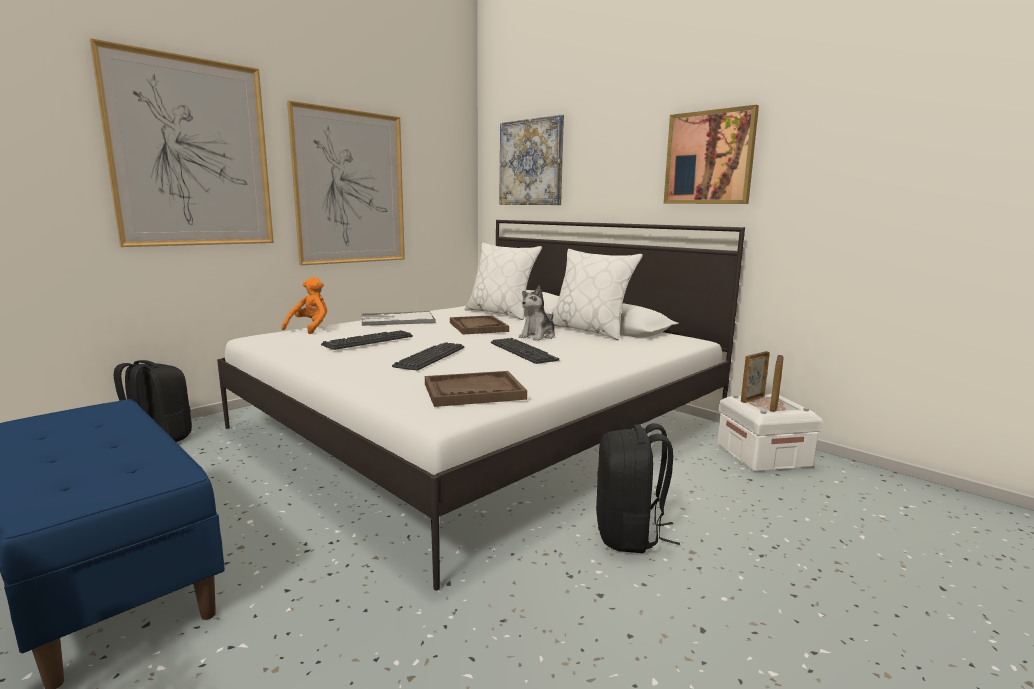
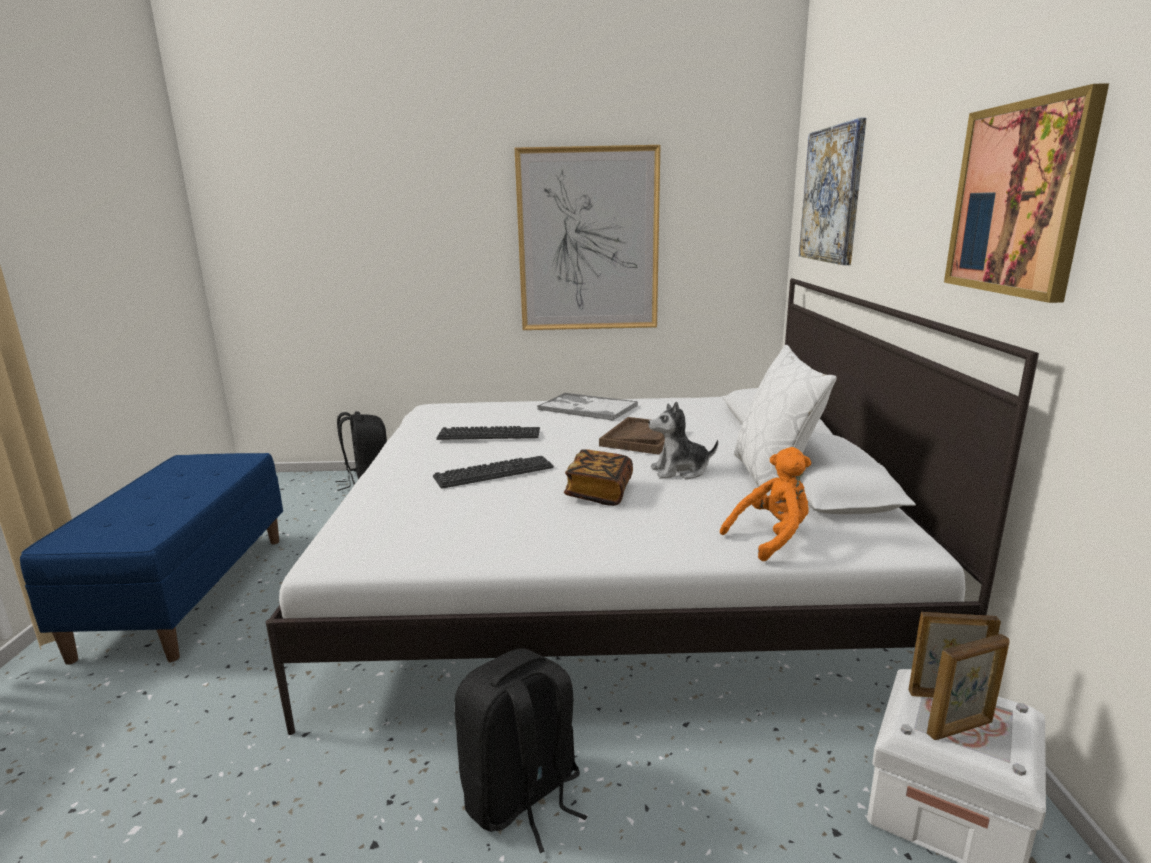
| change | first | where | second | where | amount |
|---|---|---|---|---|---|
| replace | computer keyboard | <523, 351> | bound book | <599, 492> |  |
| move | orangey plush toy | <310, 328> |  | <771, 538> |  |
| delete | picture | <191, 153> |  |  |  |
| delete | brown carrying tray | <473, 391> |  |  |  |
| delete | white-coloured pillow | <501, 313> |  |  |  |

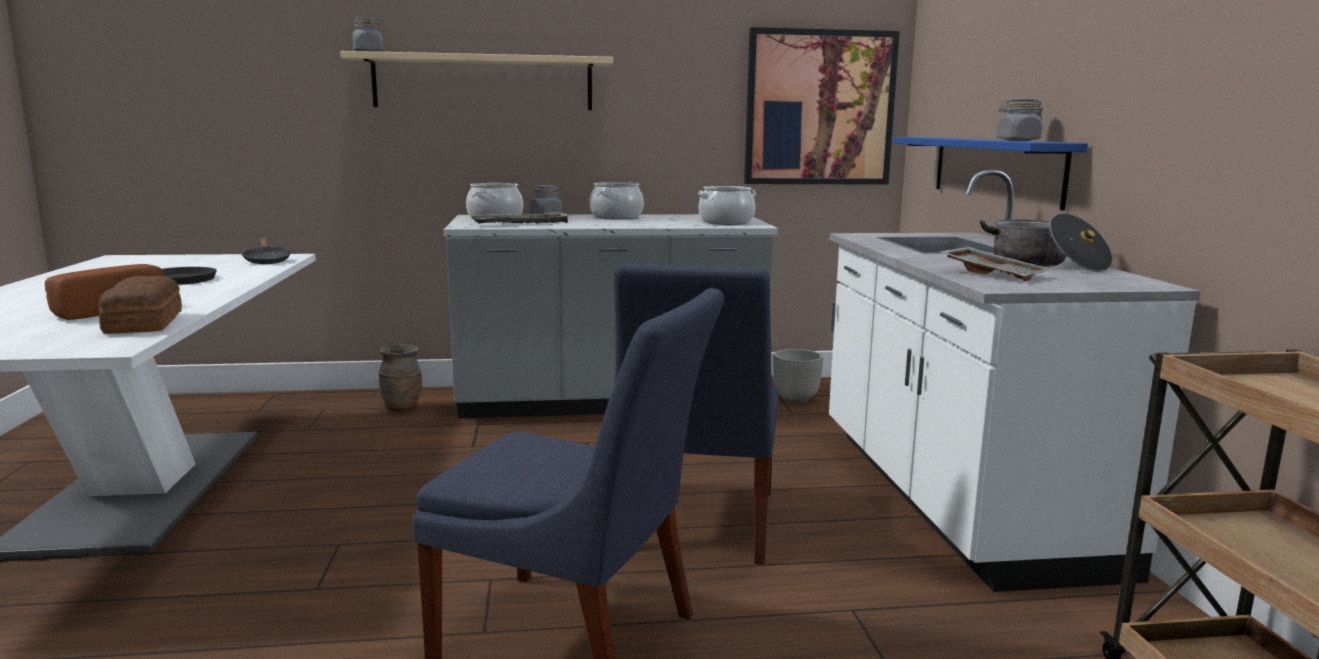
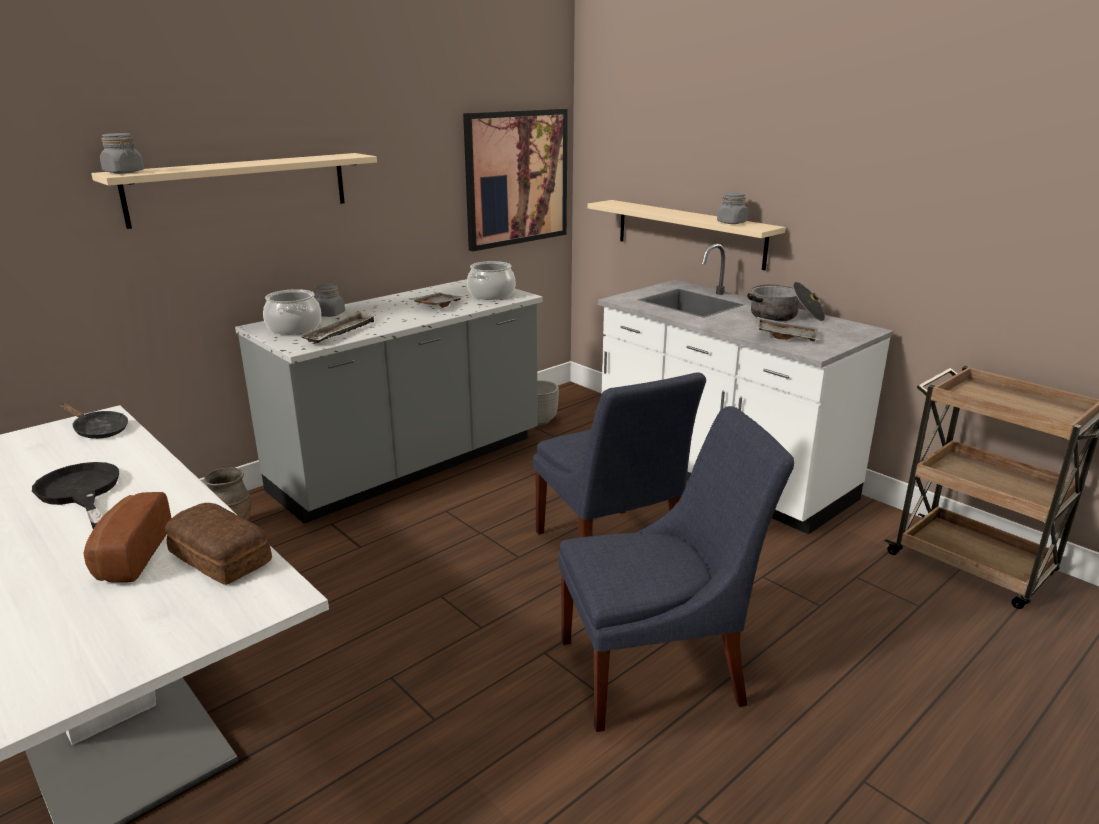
| change | first | where | second | where | amount |
|---|---|---|---|---|---|
| insert |  |  | greyish carrying tray | <437, 305> |  |
| recolor | blue shelf | <995, 169> | beige shelf | <689, 233> |  |
| delete | saucepot | <616, 217> |  |  |  |

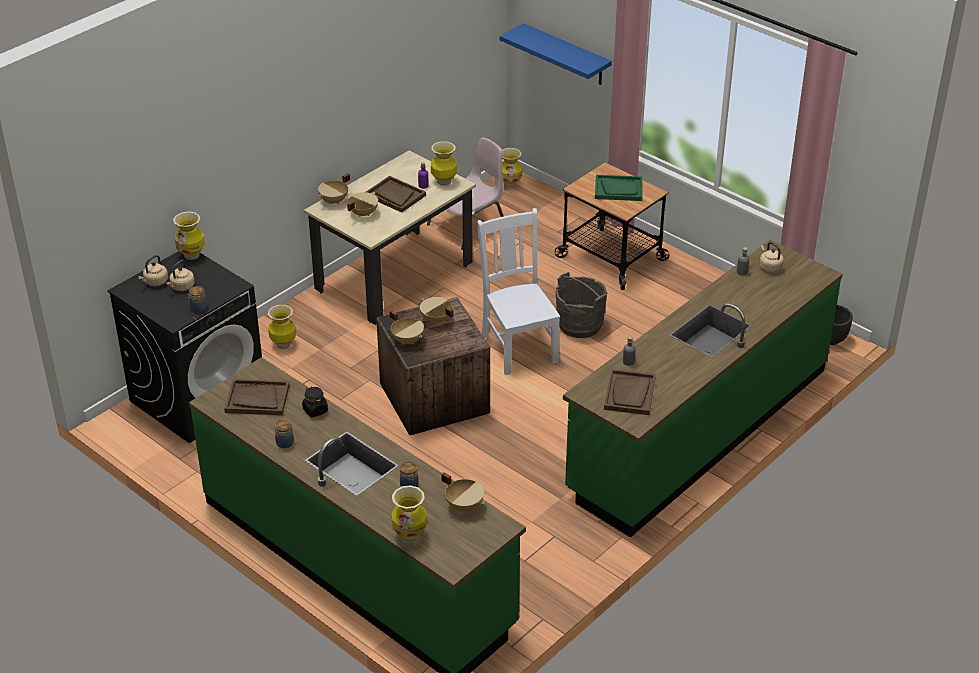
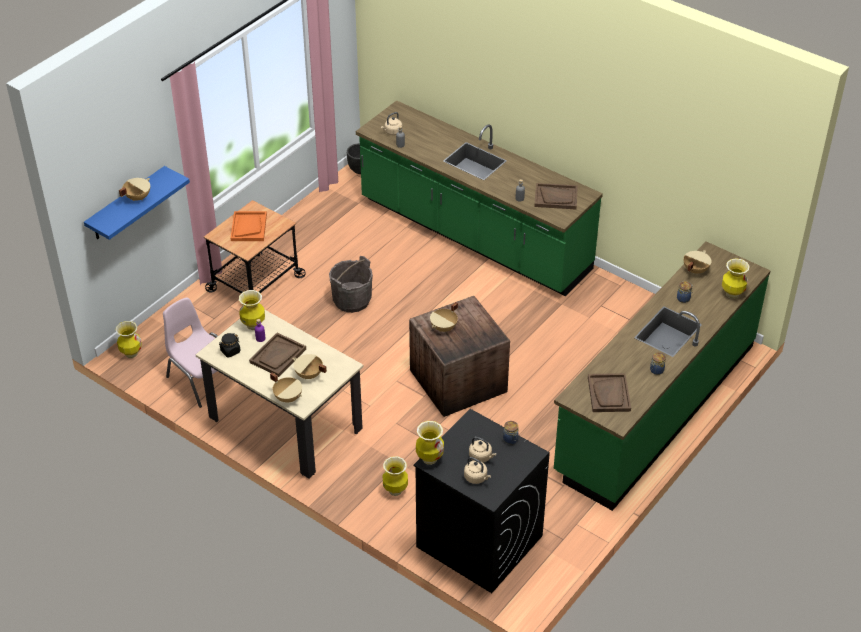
| change | first | where | second | where | amount |
|---|---|---|---|---|---|
| move | beige saucepot | <408, 340> |  | <137, 197> |  |
| move | blackish storage jar | <315, 410> |  | <230, 351> |  |
| recolor | greenish carrying tray | <618, 189> | orangey carrying tray | <248, 227> |  |
| delete | white-coloured plain chair | <518, 346> |  |  |  |

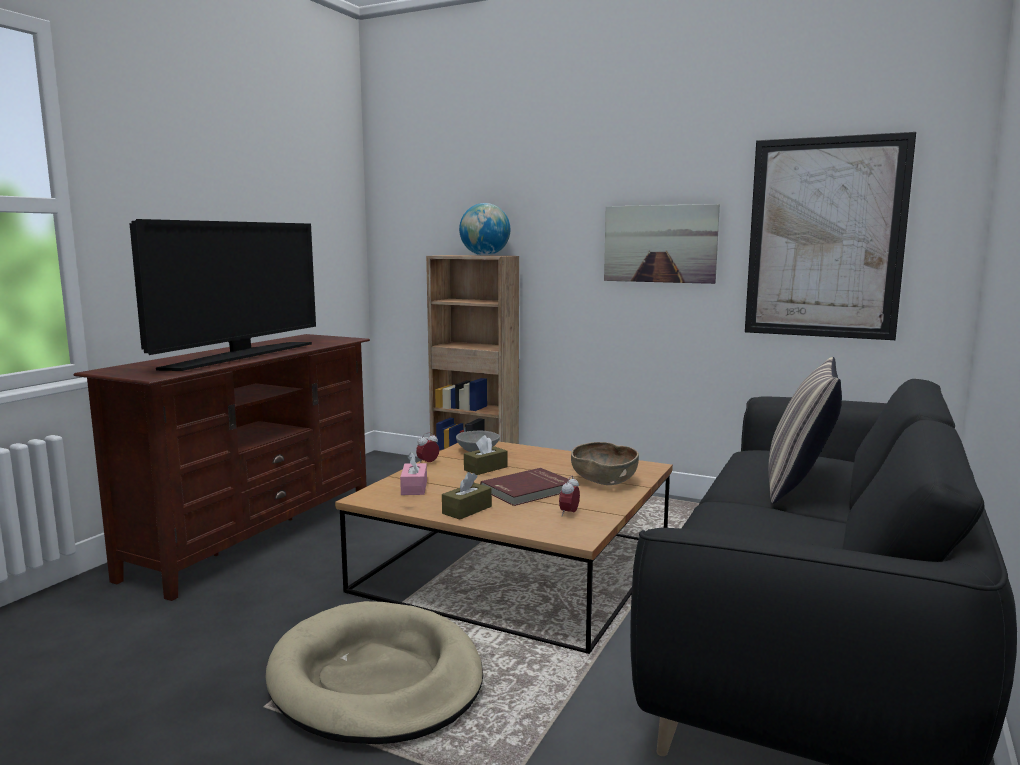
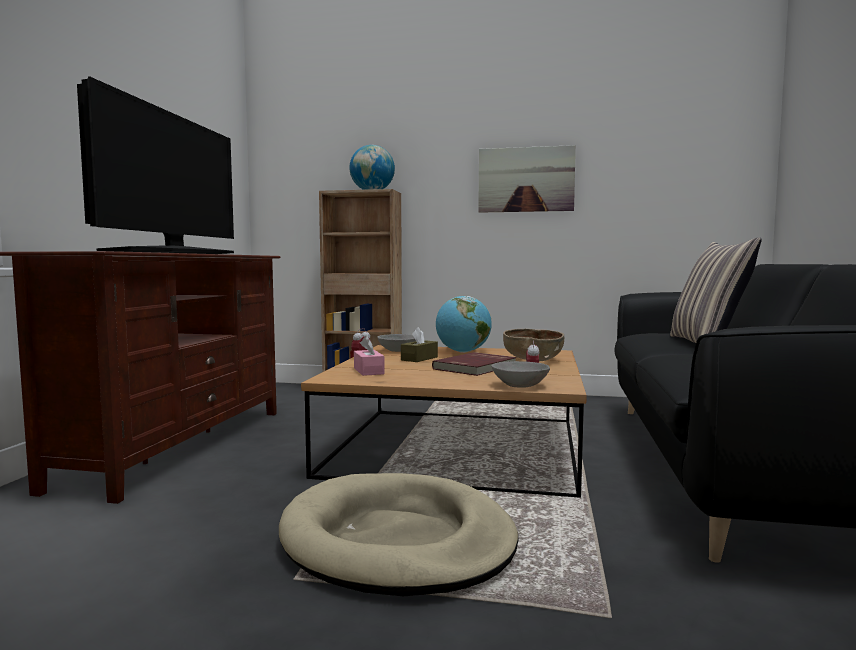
| change | first | where | second | where | amount |
|---|---|---|---|---|---|
| insert |  |  | world globe | <463, 352> |  |
| insert |  |  | greyish bowl | <519, 385> |  |
| delete | brown tissue holder | <467, 510> |  |  |  |
| delete | picture | <824, 238> |  |  |  |

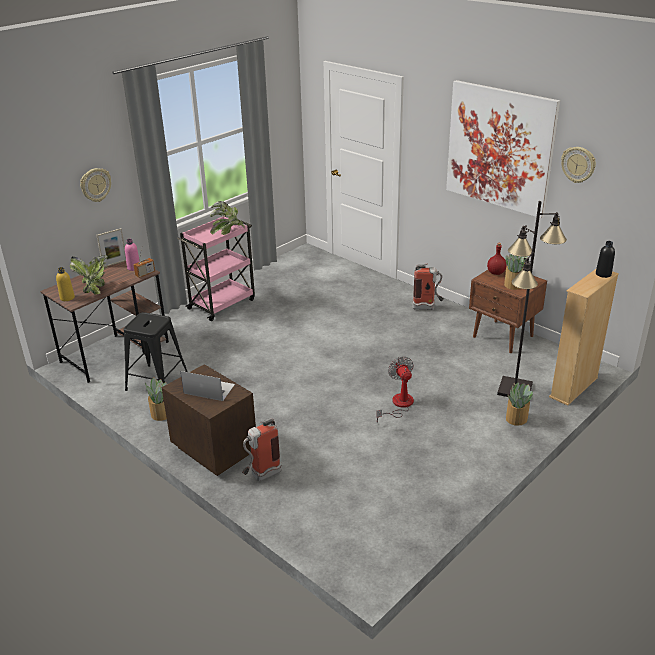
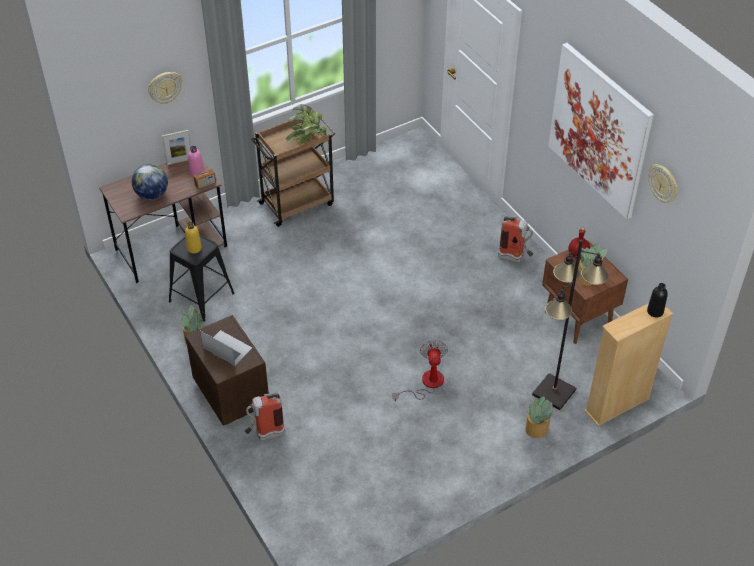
| change | first | where | second | where | amount |
|---|---|---|---|---|---|
| replace | houseplant | <95, 288> | world globe | <152, 195> |  |
| move | yellow-coloured drink bottle | <67, 298> |  | <194, 248> |  |
| recolor | pinkish cart | <222, 303> | brown cart | <297, 203> |  |

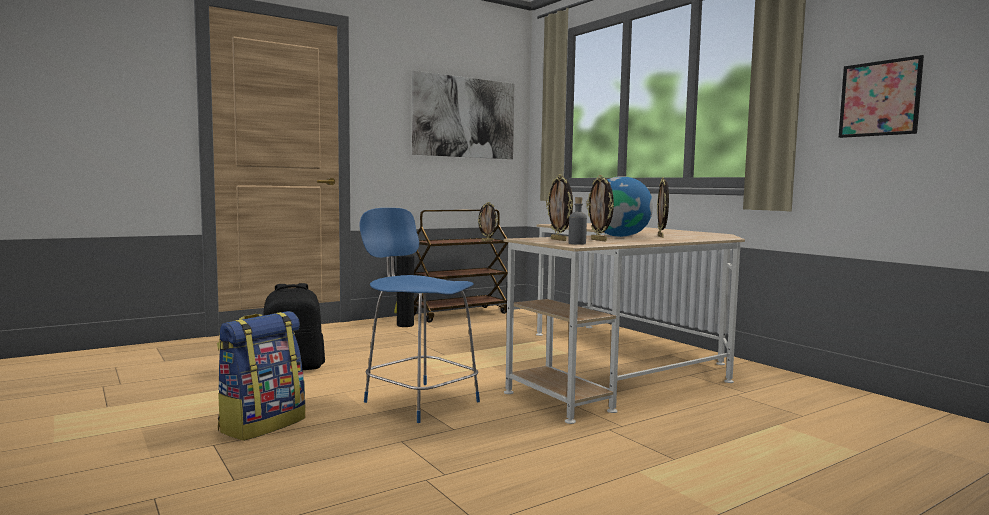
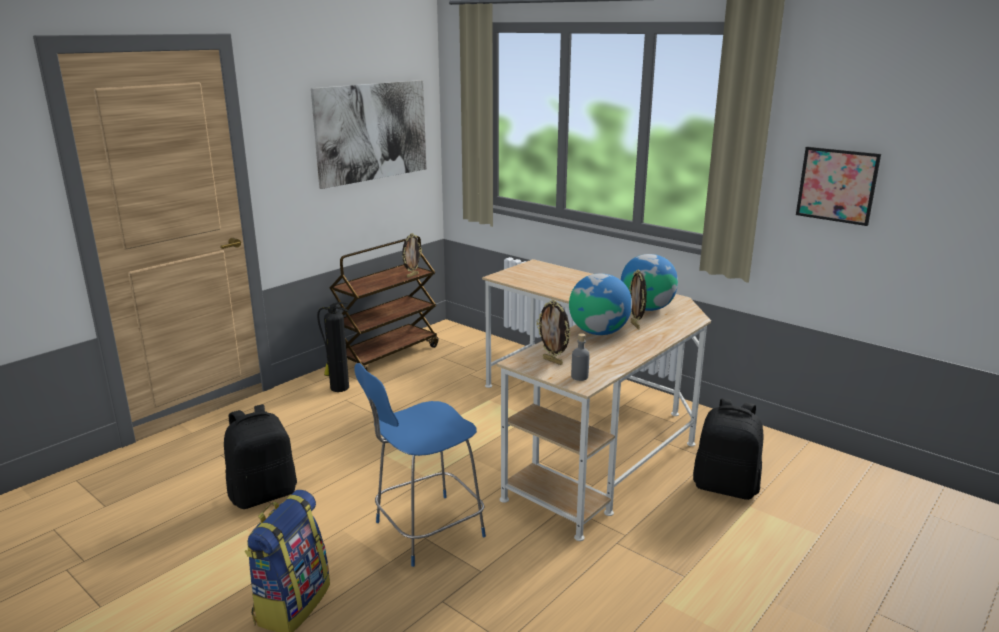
| change | first | where | second | where | amount |
|---|---|---|---|---|---|
| rotate | blue plain chair | <419, 401> |  | <426, 530> | 60 degrees counterclockwise |
| insert |  |  | world globe | <646, 308> |  |
| insert |  |  | blackish backpack | <726, 487> |  |
| delete | standing frame | <599, 240> |  |  |  |

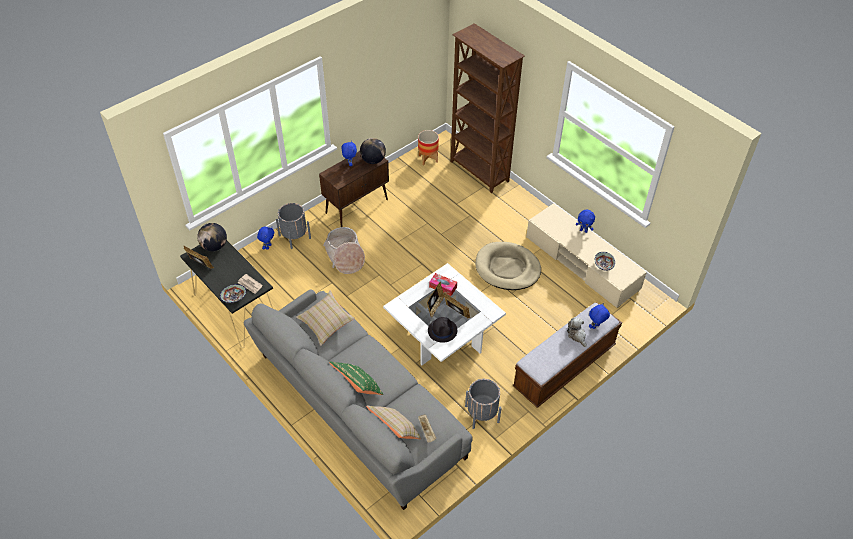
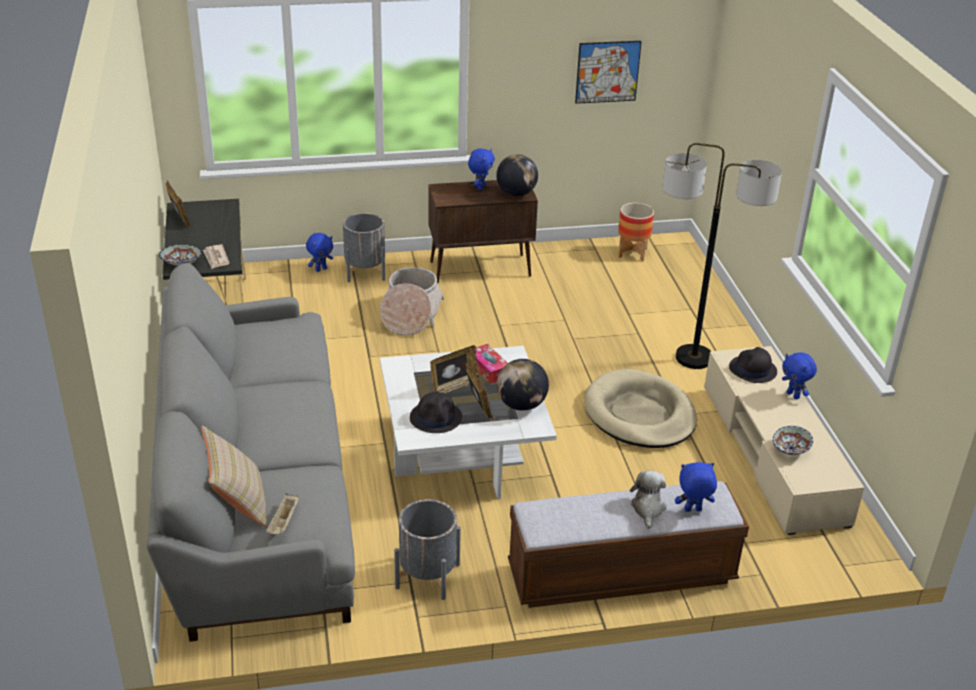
| change | first | where | second | where | amount |
|---|---|---|---|---|---|
| move | world globe | <214, 246> |  | <521, 405> |  |
| insert |  |  | picture | <607, 72> |  |
| insert |  |  | standing lamp | <694, 358> |  |
| insert |  |  | blackish wearable hat | <752, 370> |  |
| delete | beige pillow | <326, 323> |  |  |  |
| delete | greenish pillow | <358, 388> |  |  |  |
| delete | brown bookshelf | <479, 172> |  |  |  |

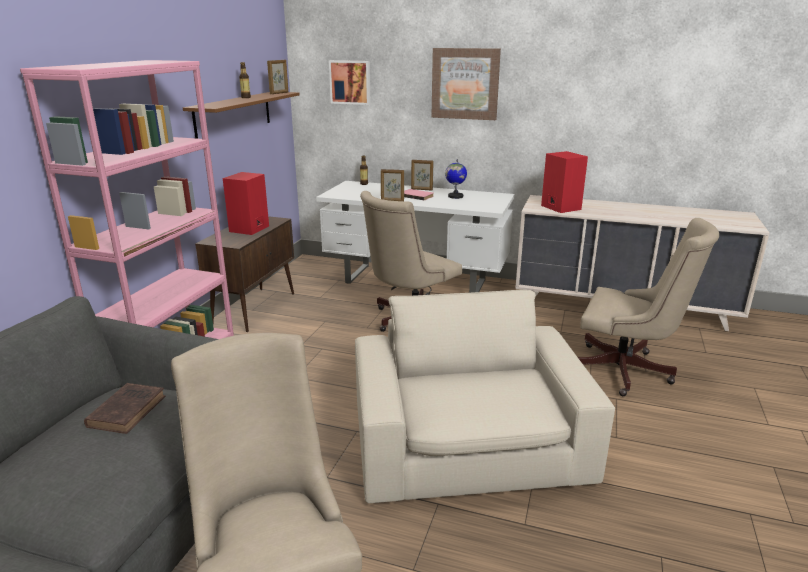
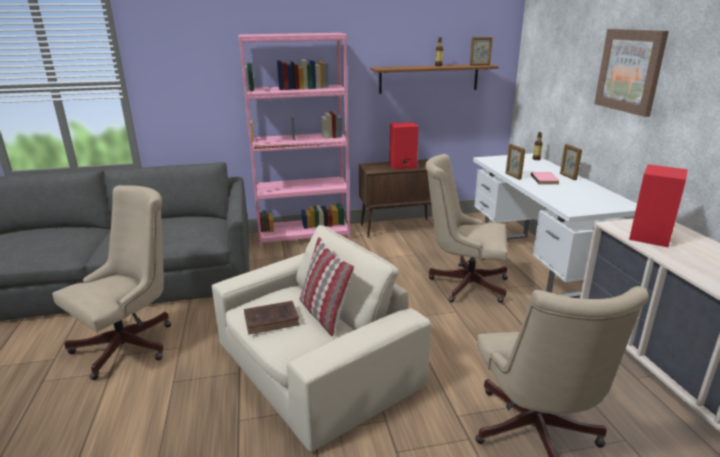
| change | first | where | second | where | amount |
|---|---|---|---|---|---|
| move | brown bound book | <128, 410> |  | <273, 320> |  |
| insert |  |  | pillow | <324, 314> |  |
| delete | picture | <350, 82> |  |  |  |
| delete | world globe | <455, 196> |  |  |  |

